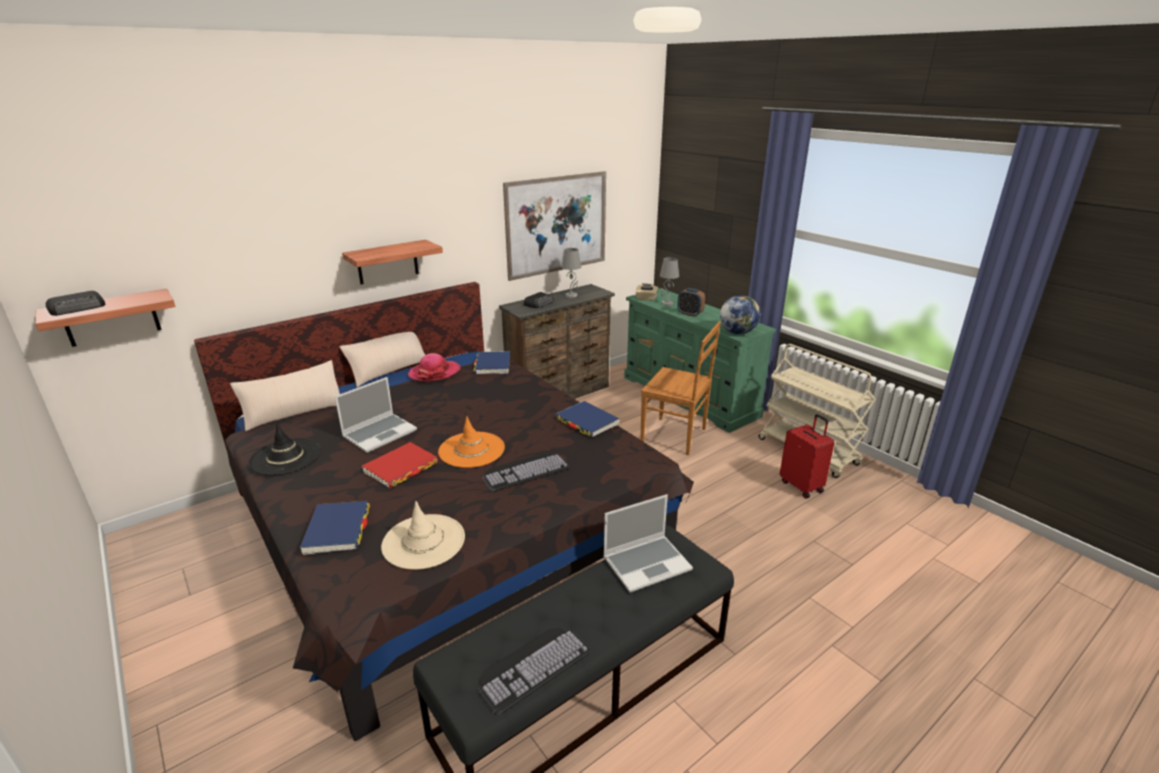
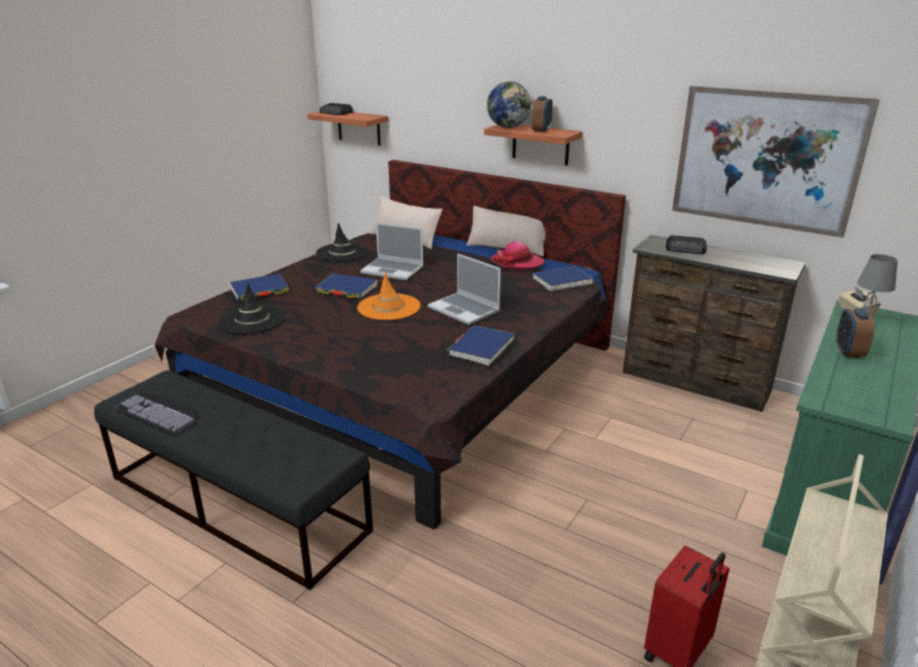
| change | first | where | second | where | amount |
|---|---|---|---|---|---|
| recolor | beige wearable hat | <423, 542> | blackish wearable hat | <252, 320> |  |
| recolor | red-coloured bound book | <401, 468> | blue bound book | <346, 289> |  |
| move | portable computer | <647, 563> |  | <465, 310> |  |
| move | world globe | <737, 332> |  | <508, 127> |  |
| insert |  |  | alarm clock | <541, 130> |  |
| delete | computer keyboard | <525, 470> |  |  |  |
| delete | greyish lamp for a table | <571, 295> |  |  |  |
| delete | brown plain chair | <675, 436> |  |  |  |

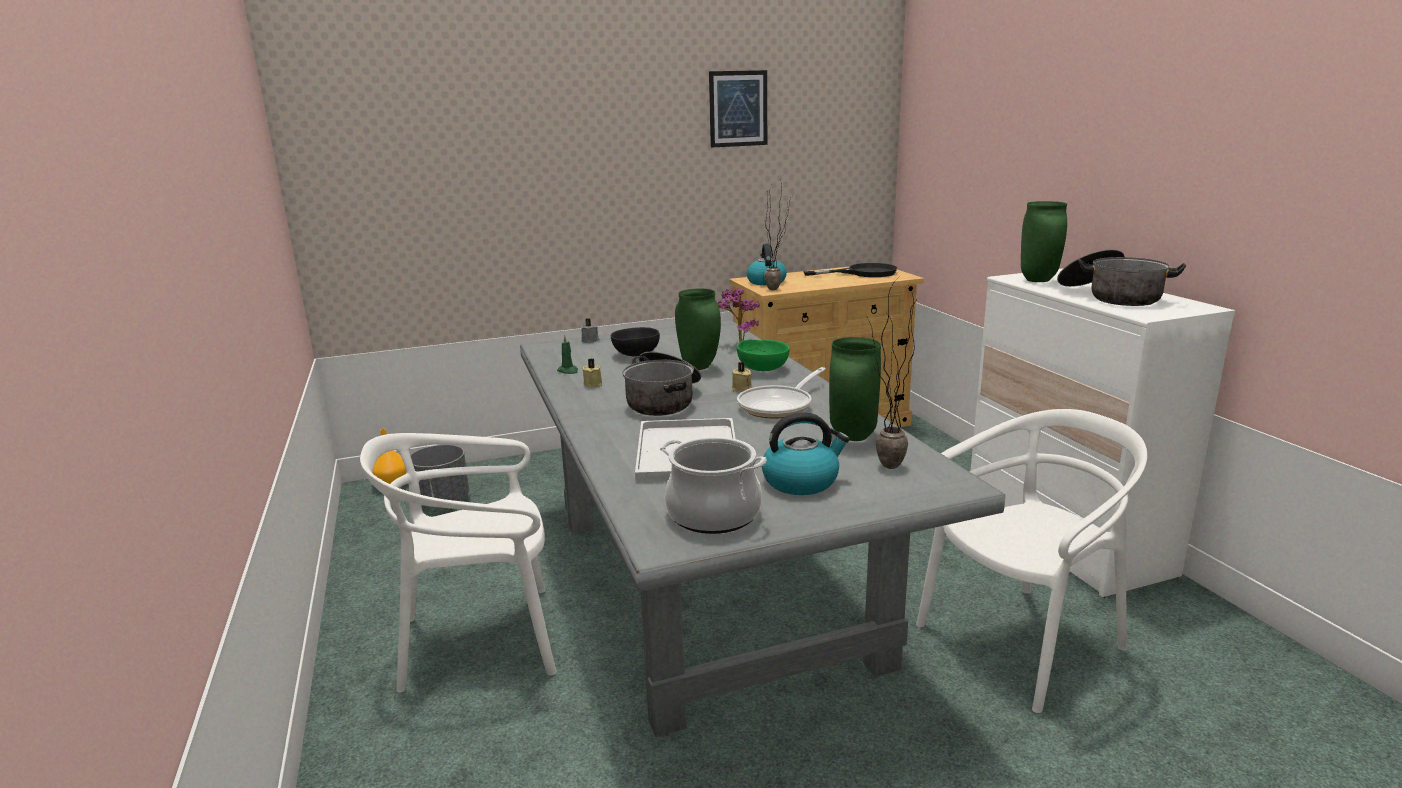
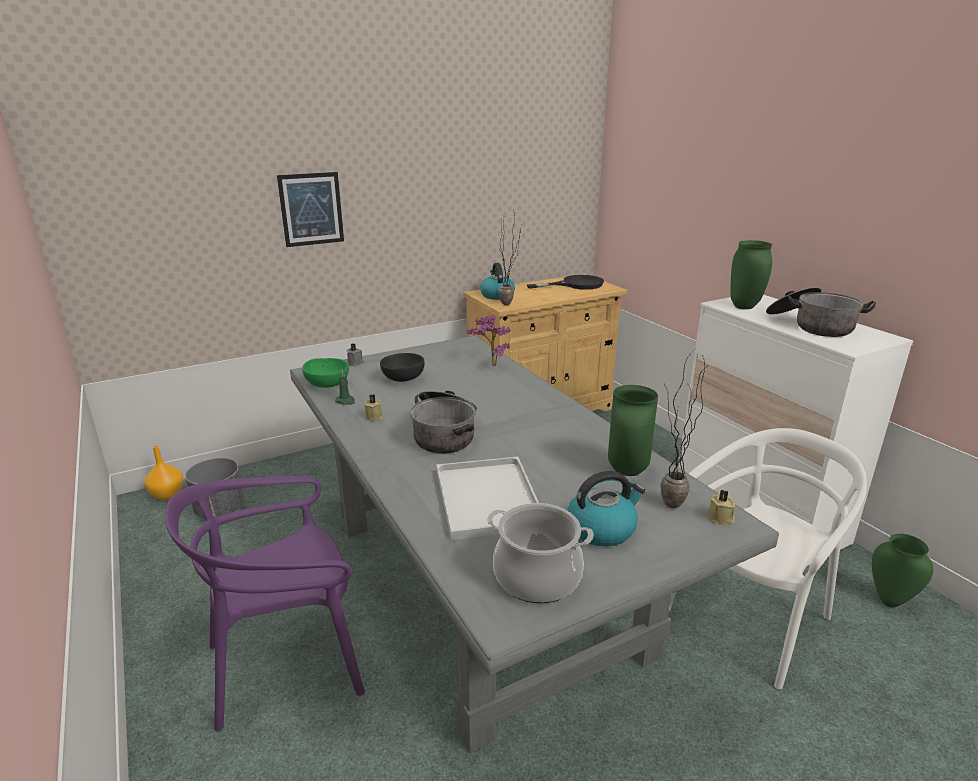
| change | first | where | second | where | amount |
|---|---|---|---|---|---|
| recolor | white-coloured plain chair | <481, 640> | purple plain chair | <286, 662> |  |
| move | picture | <738, 109> |  | <311, 209> |  |
| move | greenish bowl | <762, 369> |  | <327, 384> |  |
| move | beige candle | <742, 389> |  | <720, 519> |  |
| move | greenish decorative vase | <698, 367> |  | <889, 601> |  |
| delete | skillet | <779, 406> |  |  |  |

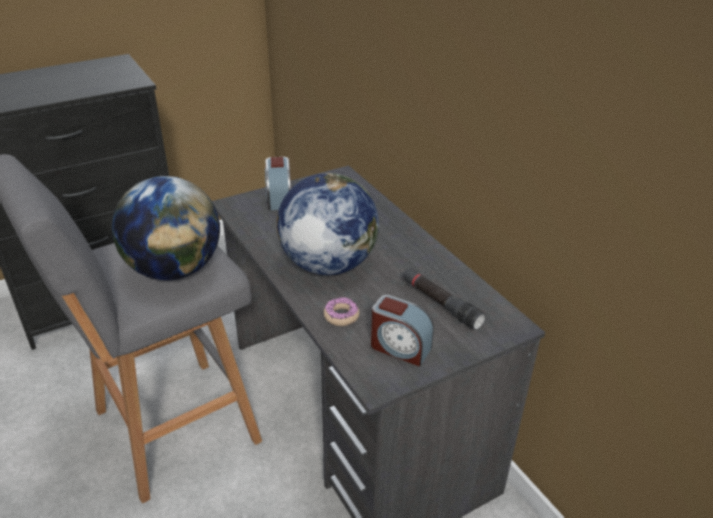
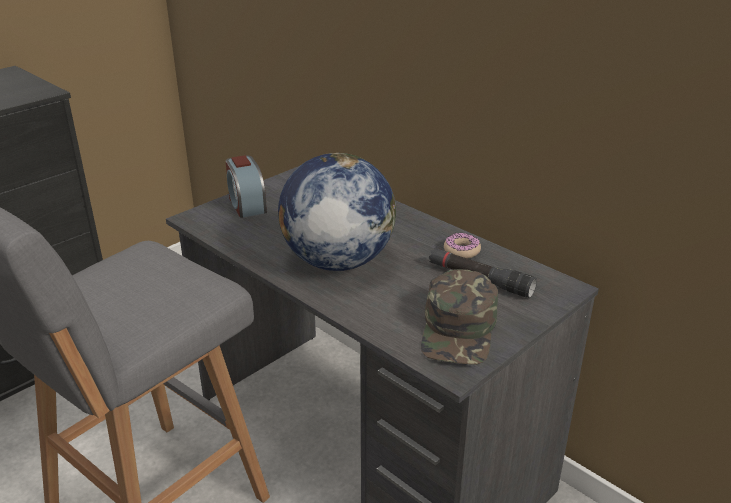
| change | first | where | second | where | amount |
|---|---|---|---|---|---|
| replace | alarm clock | <399, 347> | greenish baseball cap | <459, 329> |  |
| move | ring doughnut | <341, 316> |  | <461, 251> |  |
| delete | world globe | <174, 269> |  |  |  |

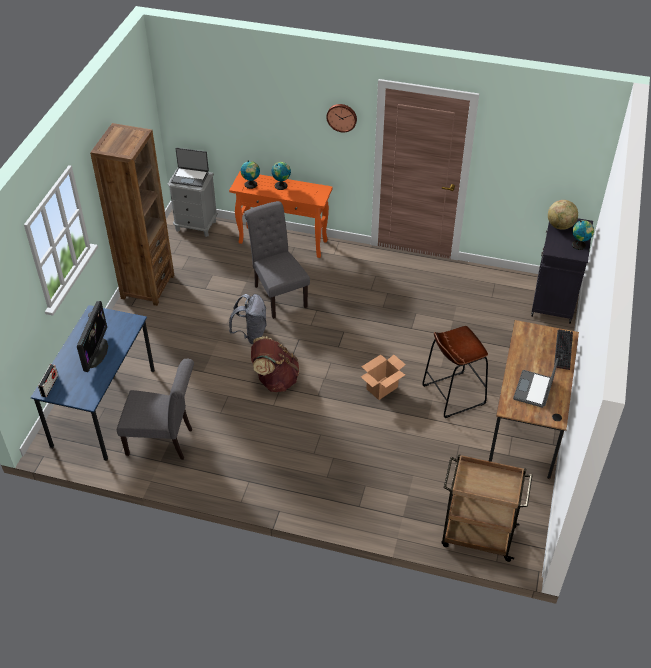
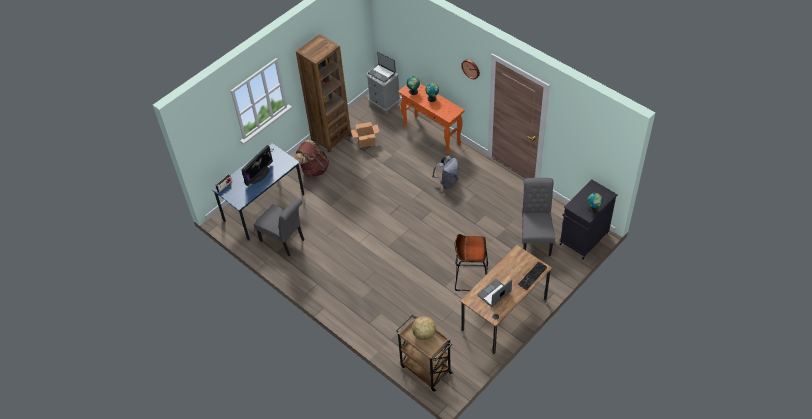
| change | first | where | second | where | amount |
|---|---|---|---|---|---|
| move | brown backpack | <275, 380> |  | <314, 169> |  |
| move | packing box | <382, 388> |  | <366, 142> |  |
| move | world globe | <560, 226> |  | <424, 334> |  |
| move | greyish backpack | <251, 334> |  | <447, 182> |  |
| move | greyish plain chair | <278, 294> |  | <535, 238> |  |

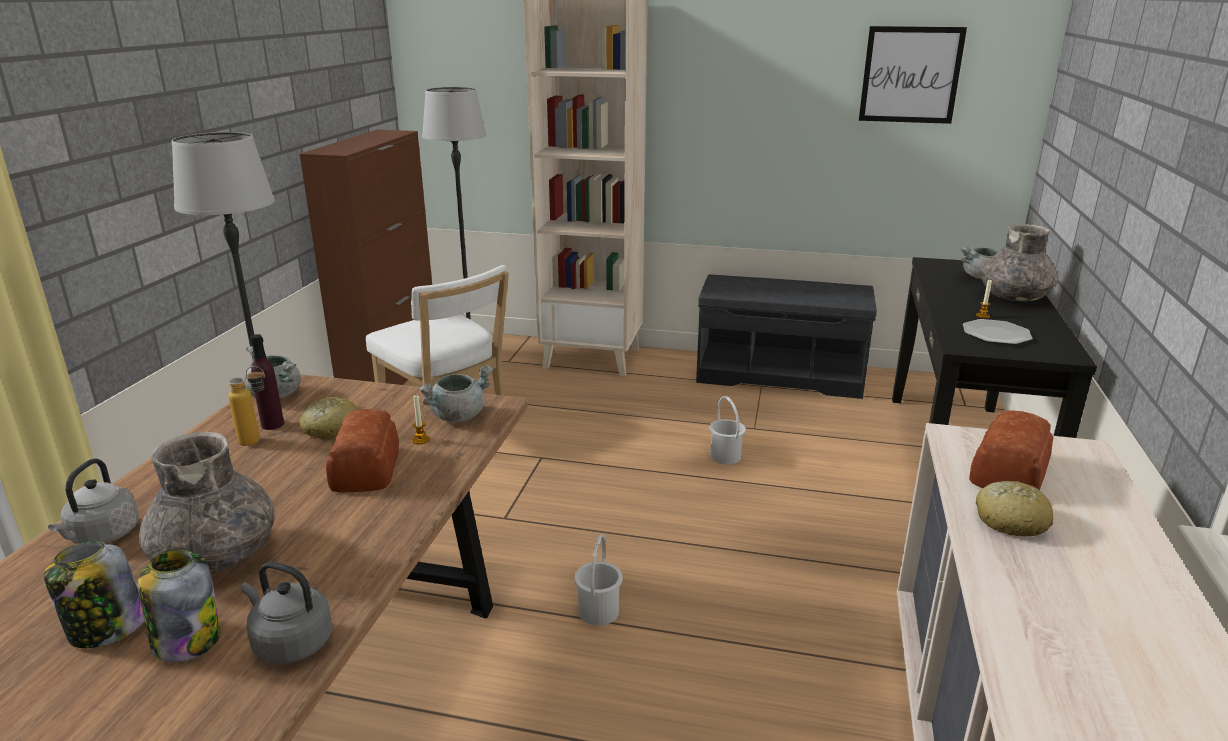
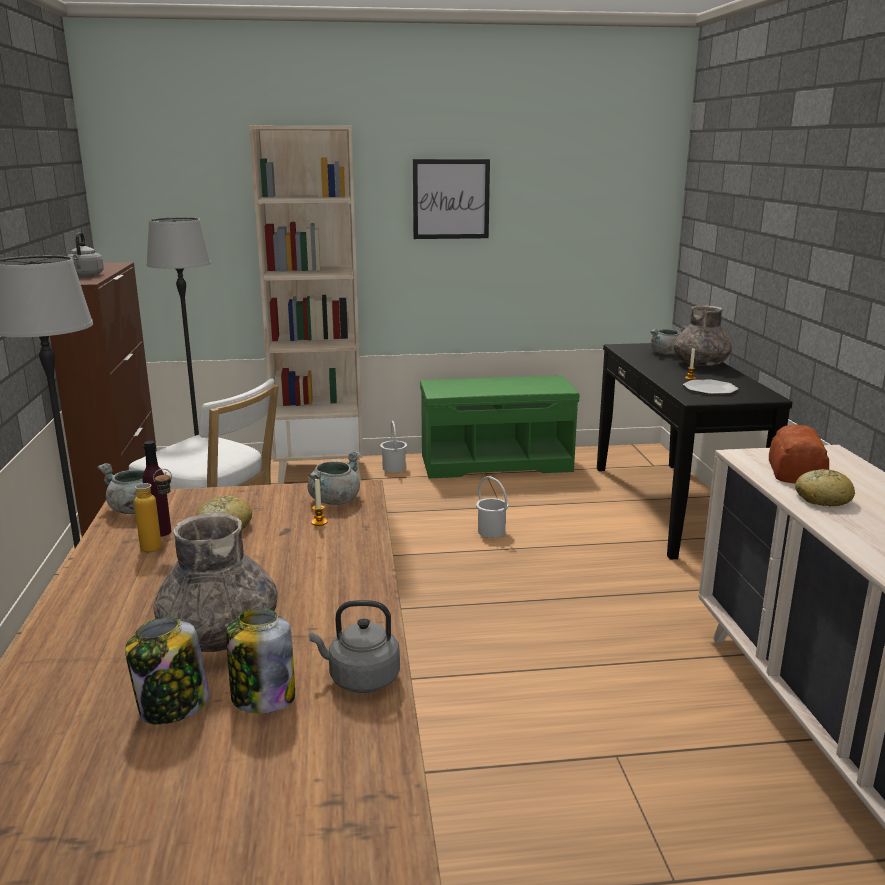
| change | first | where | second | where | amount |
|---|---|---|---|---|---|
| move | greyish kettle | <102, 536> |  | <86, 275> |  |
| move | white-coloured bucket | <597, 611> |  | <393, 468> |  |
| move | picture | <910, 75> |  | <451, 199> |  |
| recolor | greyish indoor bench | <781, 374> | greenish indoor bench | <497, 462> |  |
| delete | baked bread | <367, 468> |  |  |  |

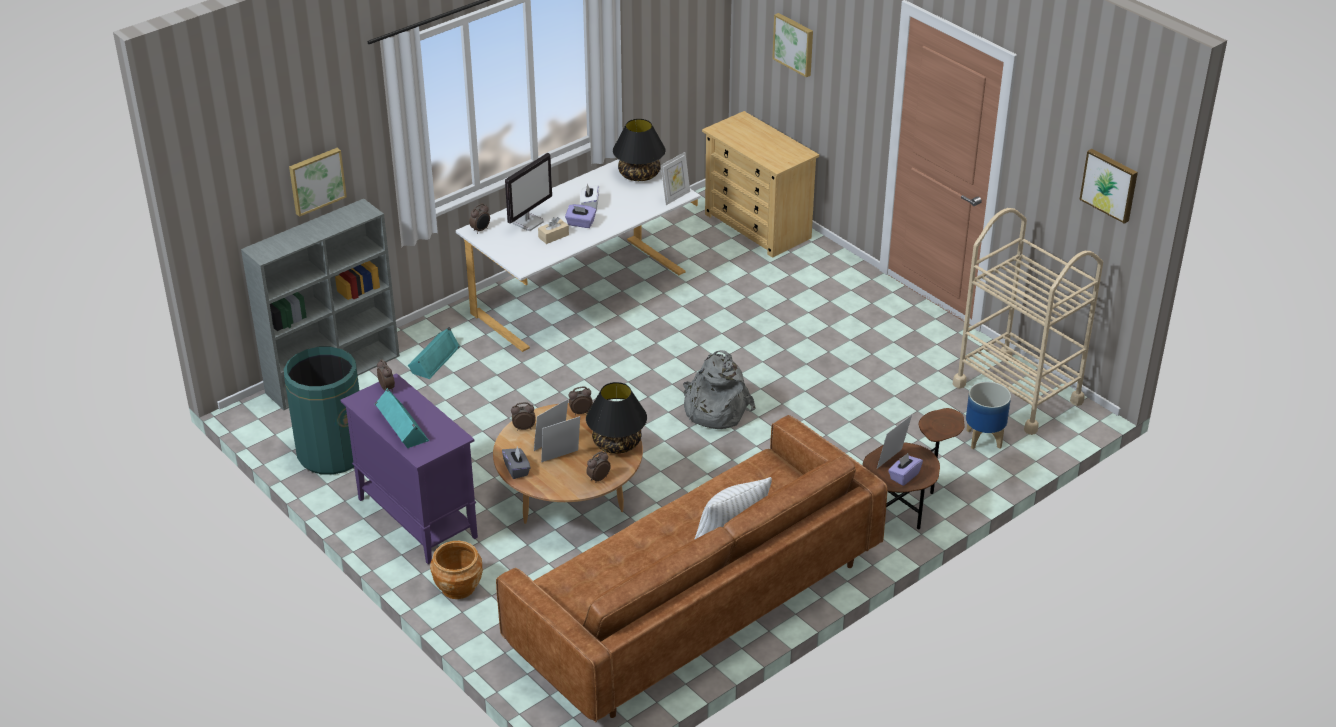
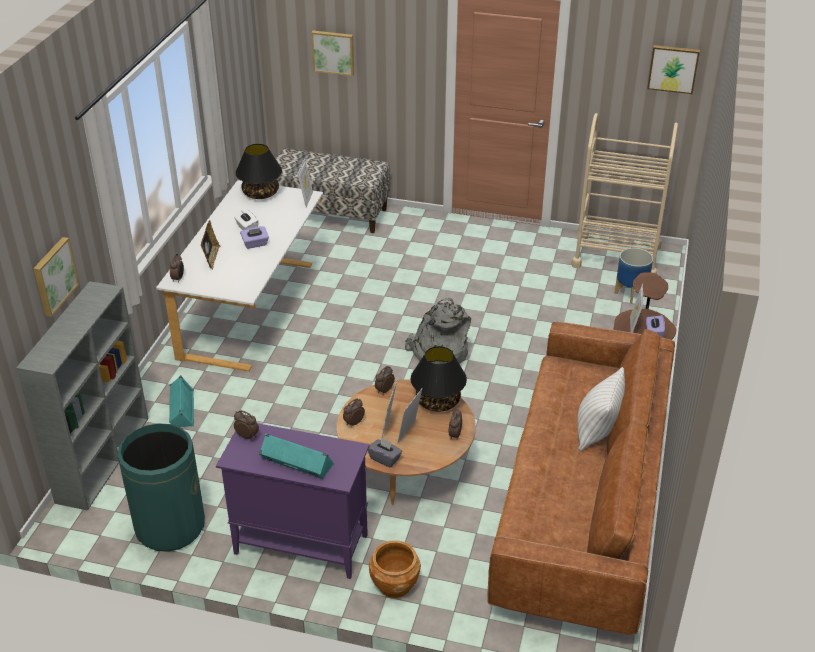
| change | first | where | second | where | amount |
|---|---|---|---|---|---|
| replace | computer screen | <528, 222> | standing frame | <211, 258> |  |
| replace | beige dresser | <758, 226> | indoor bench | <329, 213> |  |
| delete | beige tissue holder | <553, 236> |  |  |  |

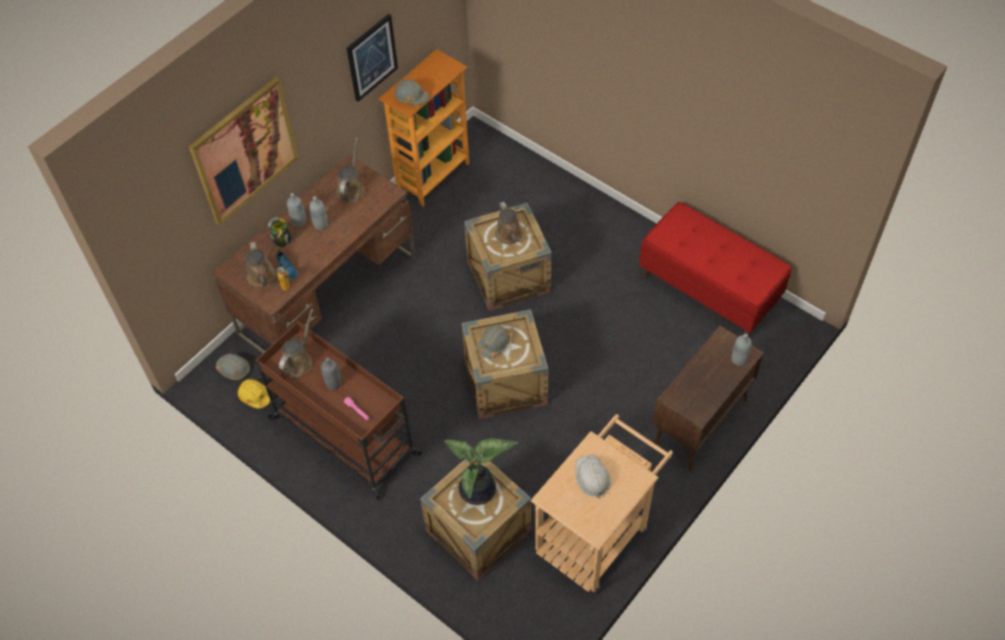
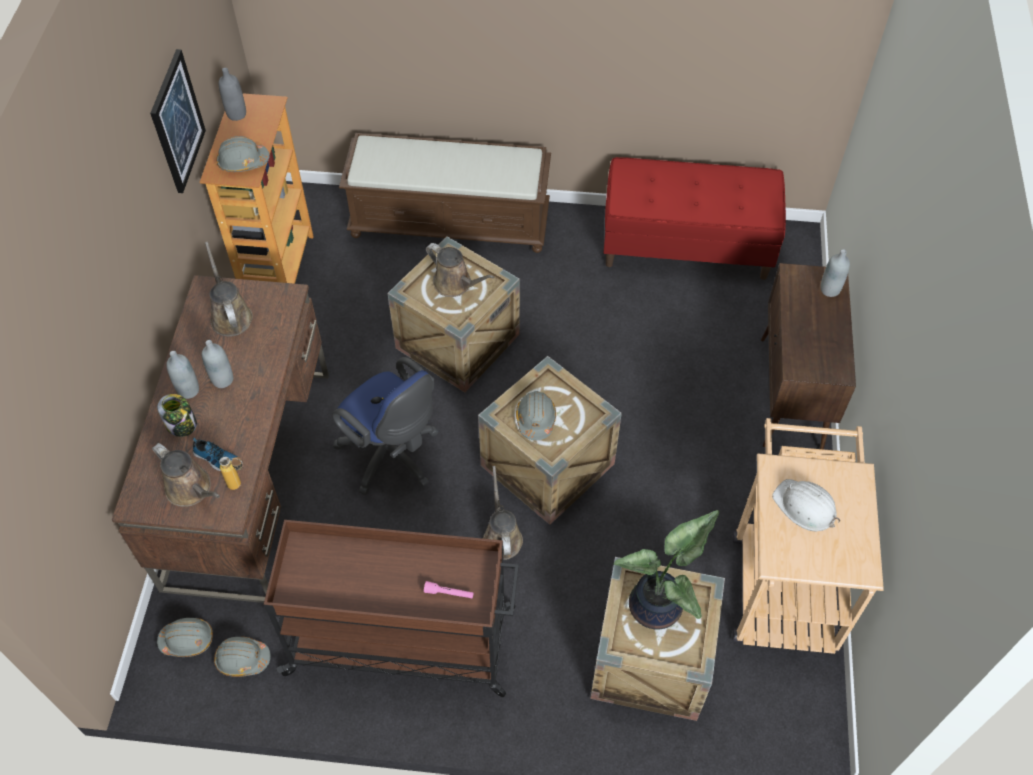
| change | first | where | second | where | amount |
|---|---|---|---|---|---|
| recolor | yellow-coloured safety helmet | <254, 396> | greyish safety helmet | <242, 659> |  |
| move | greyish drink bottle | <333, 383> |  | <236, 114> |  |
| insert |  |  | blue computer chair | <392, 457> |  |
| insert |  |  | brown indoor bench | <451, 221> |  |
| move | brown sprinkling can | <298, 361> |  | <501, 536> |  |
| delete | picture | <245, 151> |  |  |  |

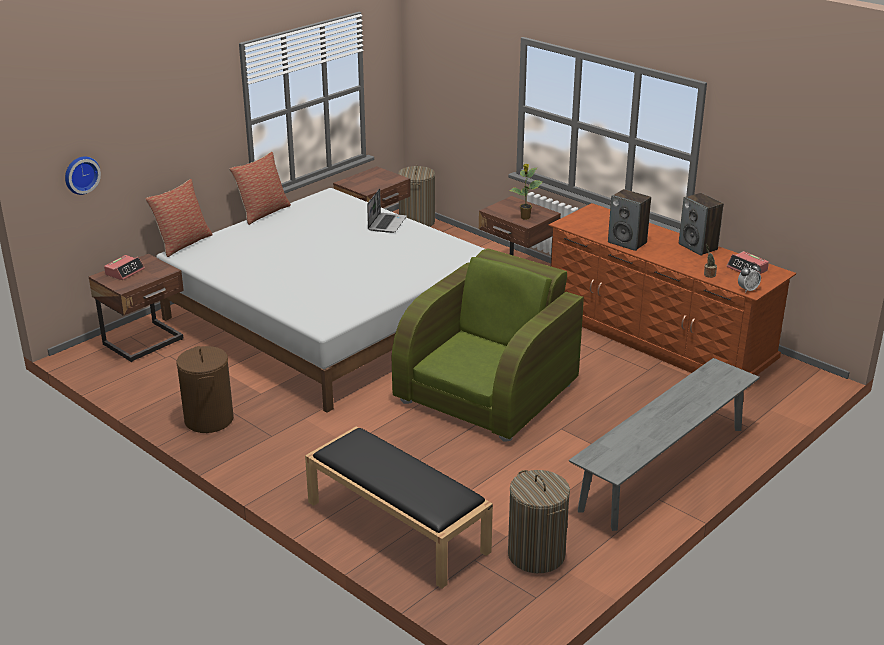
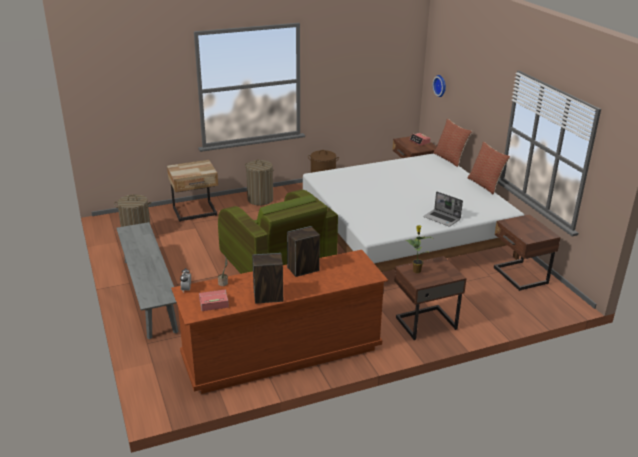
| change | first | where | second | where | amount |
|---|---|---|---|---|---|
| replace | blackish indoor bench | <395, 526> | beige bedside table | <195, 212> |  |
| move | washing basket | <417, 222> |  | <260, 199> |  |

